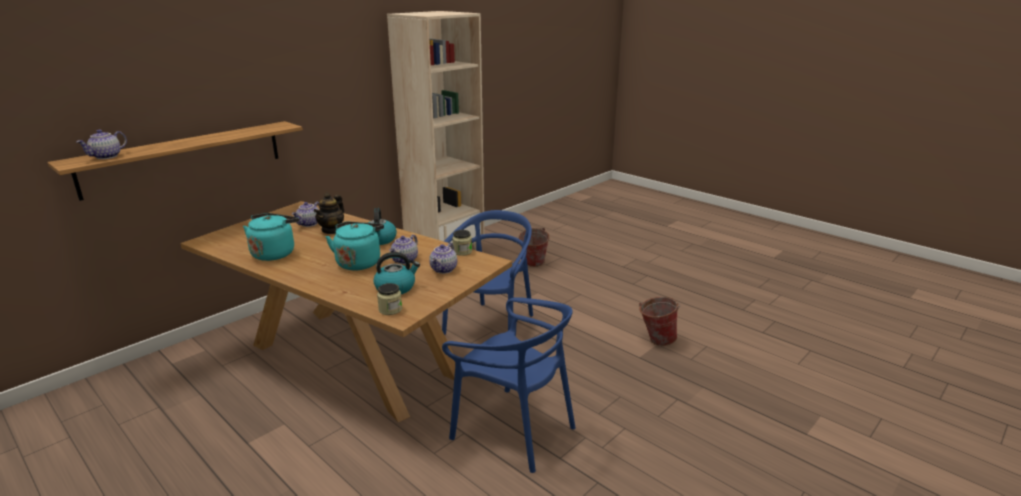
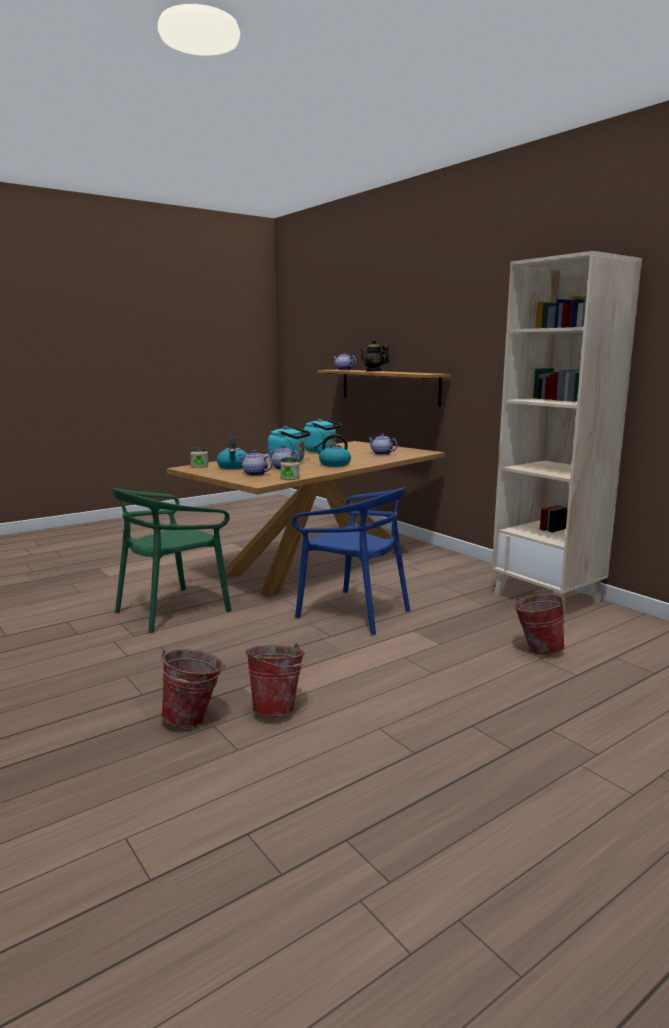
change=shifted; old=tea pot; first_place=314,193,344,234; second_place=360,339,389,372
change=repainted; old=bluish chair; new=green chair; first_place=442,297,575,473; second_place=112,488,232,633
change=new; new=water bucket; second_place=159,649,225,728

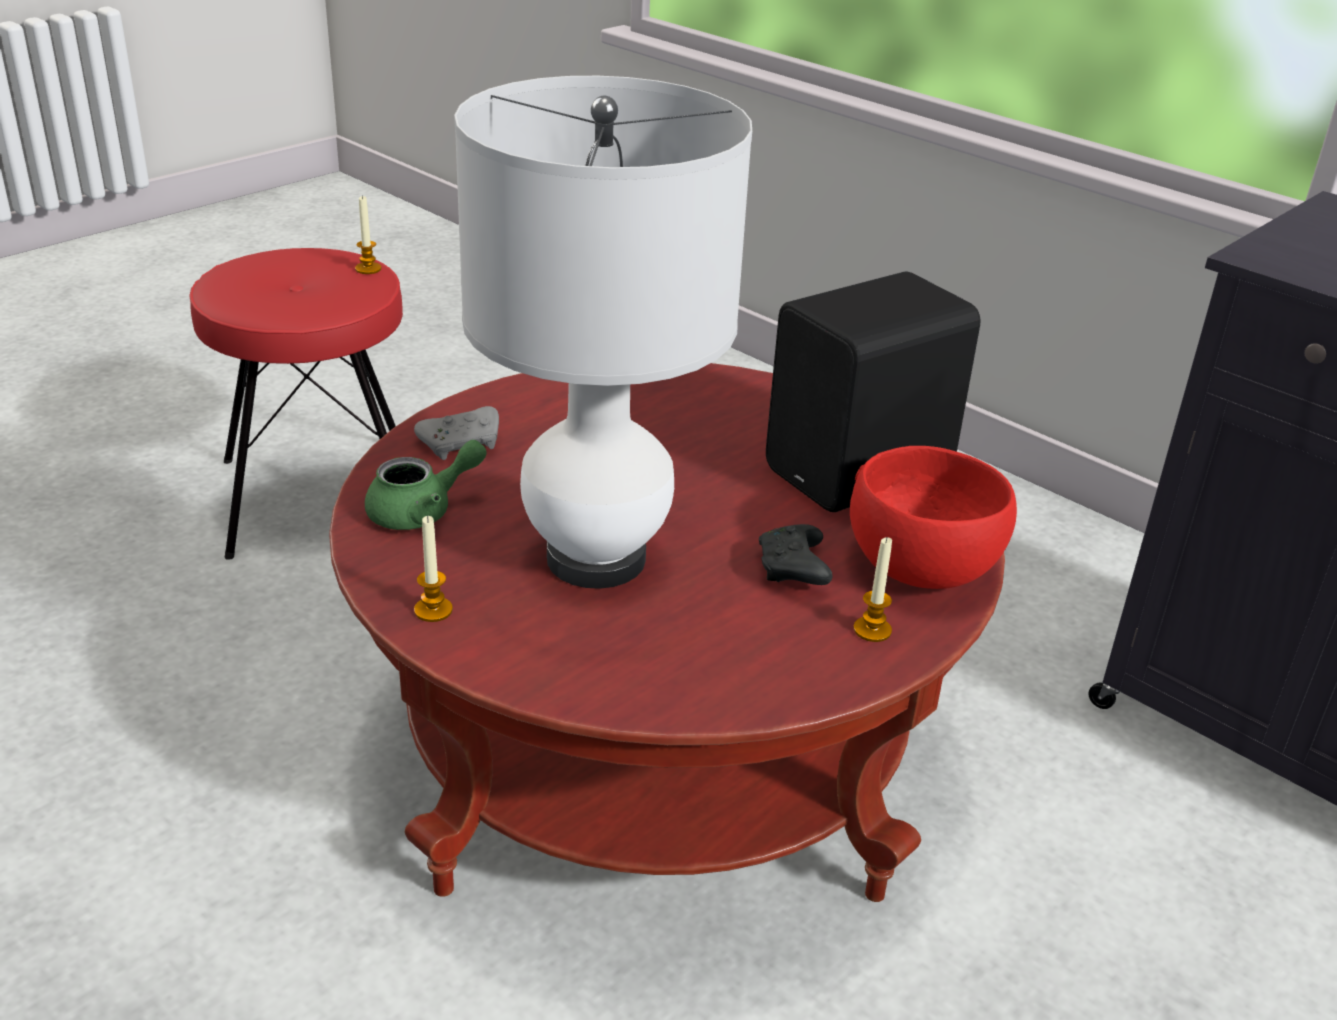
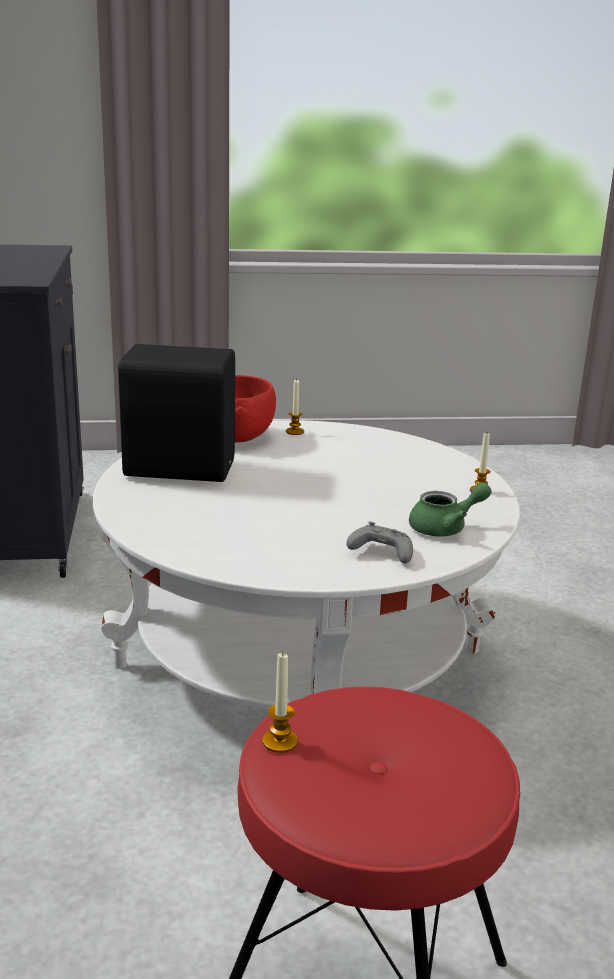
change=repainted; old=reddish coffee table; new=white-coloured coffee table; first_place=329,363,1005,902; second_place=93,420,520,709
change=rotated; old=green tea pot; first_place=365,440,486,530; second_place=409,482,492,537; degrees=150
change=gone; old=white-coloured table lamp; first_place=454,76,752,589
change=gone; old=black-coloured game controller; first_place=759,524,833,585

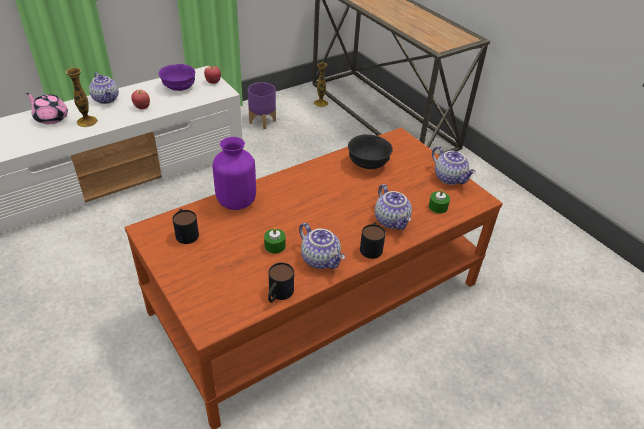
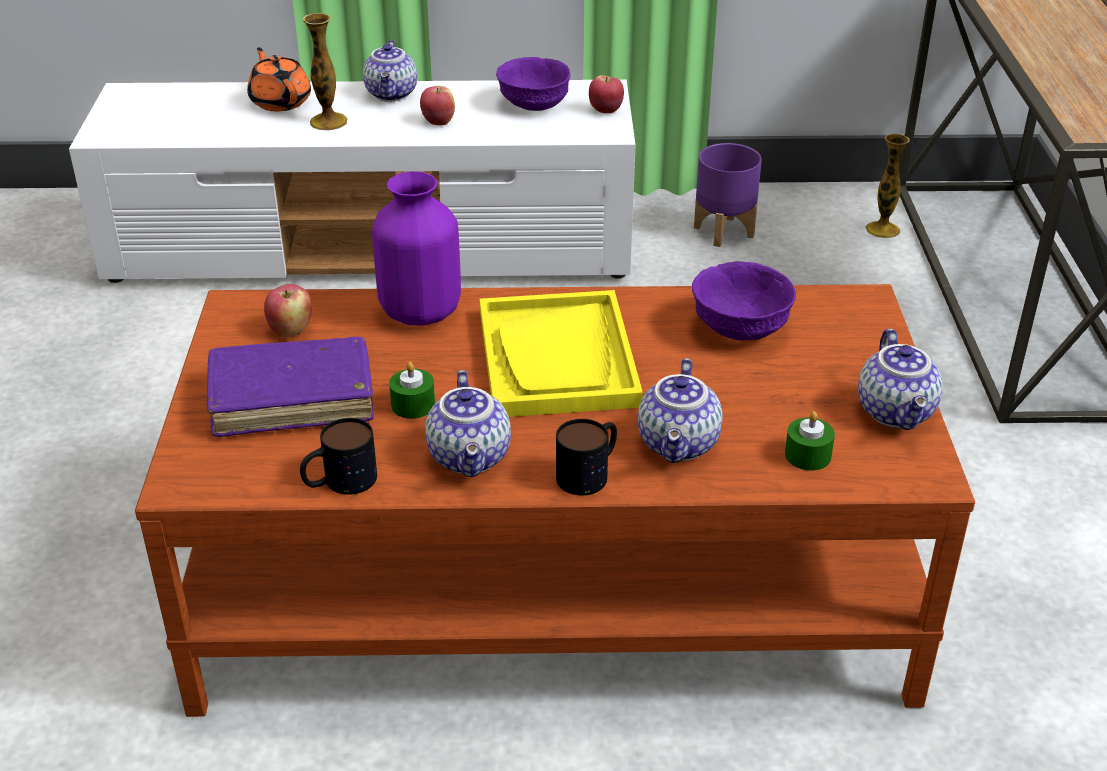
change=repainted; old=pinkish tea pot; new=orange tea pot; first_place=26,93,68,124; second_place=247,48,311,111
change=swapped; old=tea mug; new=whole apple; first_place=172,209,199,244; second_place=264,284,312,337
change=repainted; old=black-coloured bowl; new=purple-coloured bowl; first_place=348,134,393,169; second_place=692,261,796,341
change=new; new=purple-coloured bound book; second_place=207,337,374,437
change=new; new=yellow-coloured tray; second_place=480,290,643,417

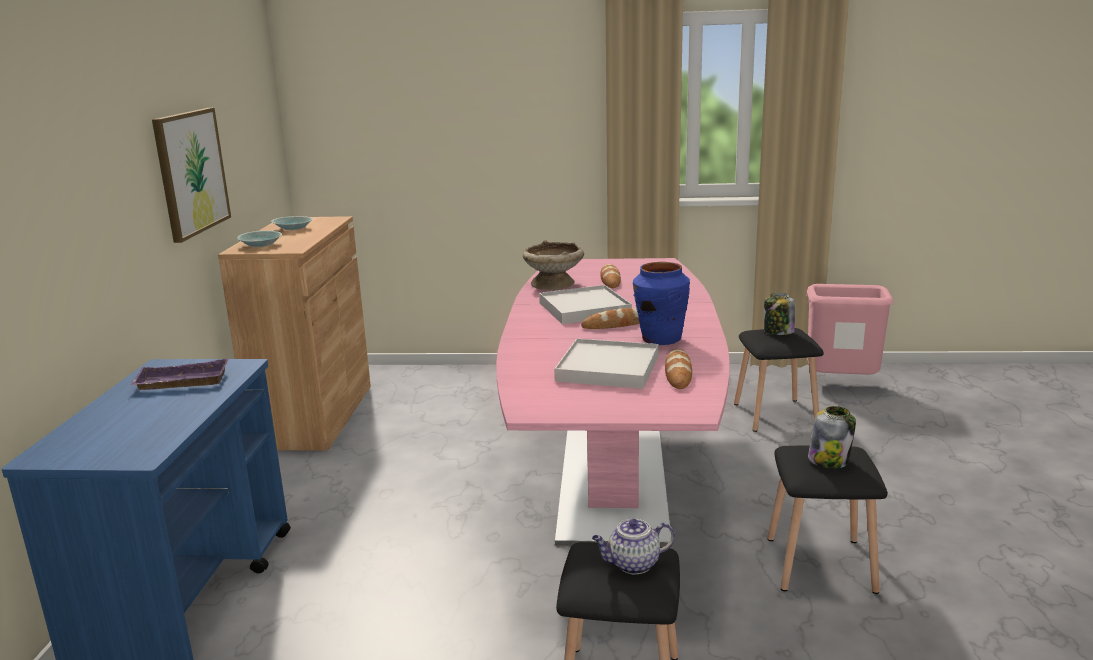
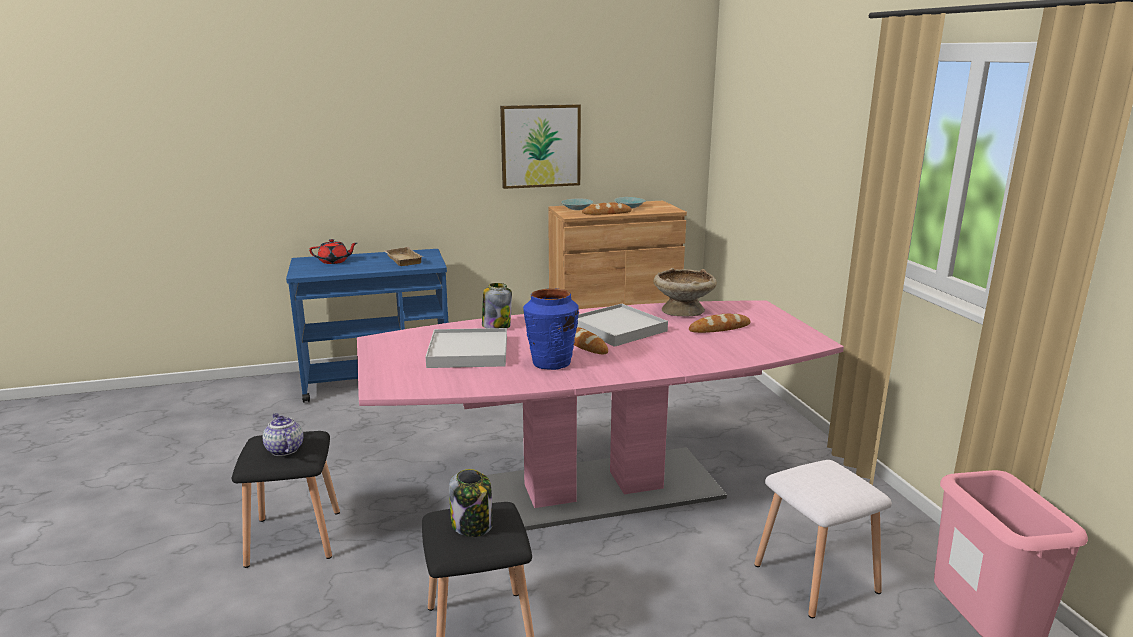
change=repainted; old=purple-coloured tray; new=beige-coloured tray; first_place=131,358,228,390; second_place=383,247,422,266
change=shifted; old=bread; first_place=665,349,692,389; second_place=582,202,632,215
change=repainted; old=black-coloured sitting stool; new=white-coloured sitting stool; first_place=734,328,824,432; second_place=754,460,892,618
change=shifted; old=storage jar; first_place=764,293,795,335; second_place=482,283,512,328
change=new; new=reddish tea pot; second_place=309,239,357,264

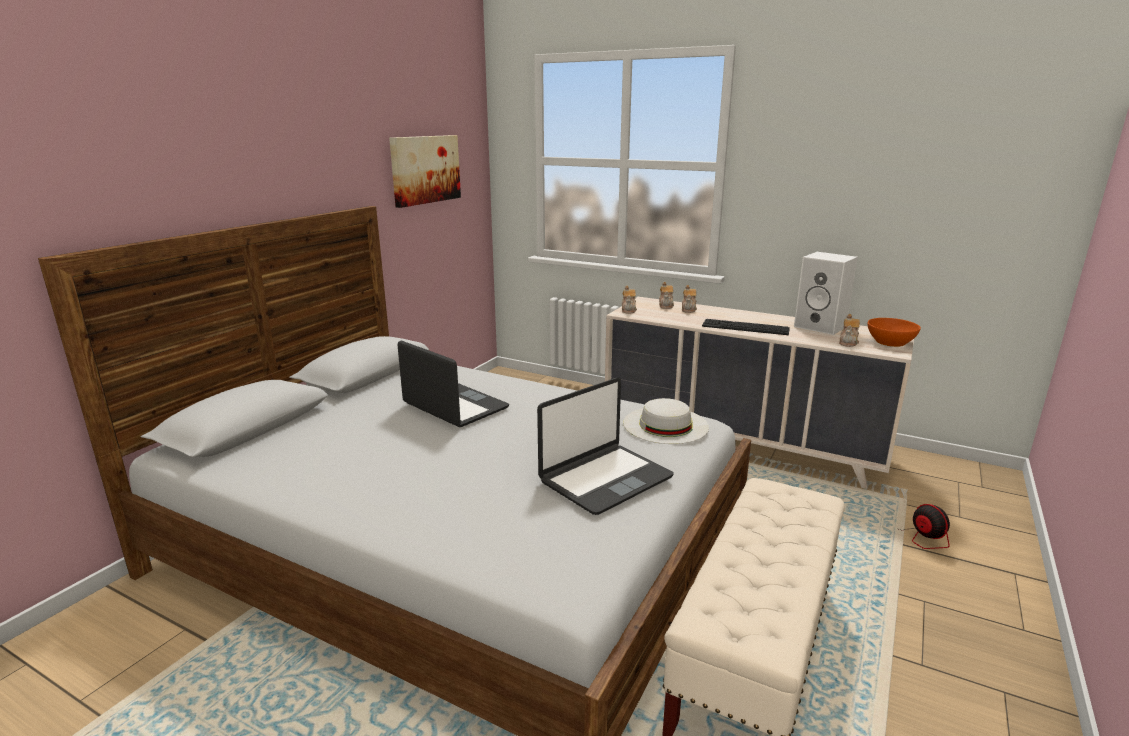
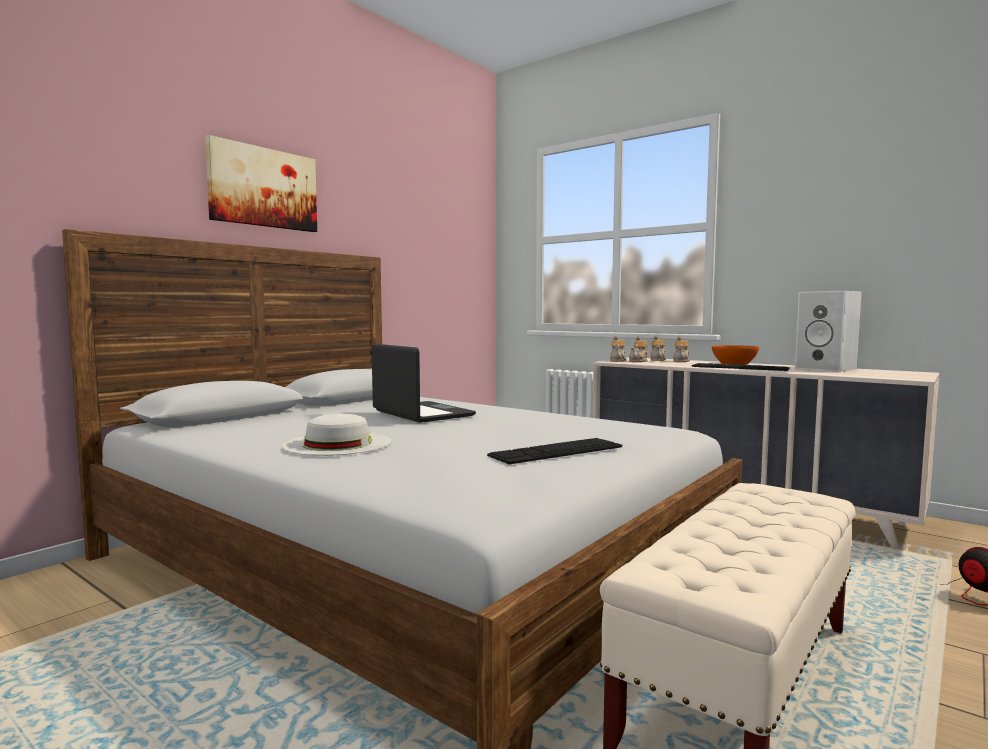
change=shifted; old=wall art; first_place=389,135,461,208; second_place=205,135,317,232
change=swapped; old=laptop; new=PC keyboard; first_place=537,378,674,515; second_place=487,438,622,464
change=shifted; old=white-coloured hat; first_place=623,398,709,444; second_place=282,414,391,456
change=shifted; old=tea pot; first_place=839,314,860,347; second_place=629,336,648,362
change=shifted; old=orange bowl; first_place=868,318,921,347; second_place=712,345,759,365

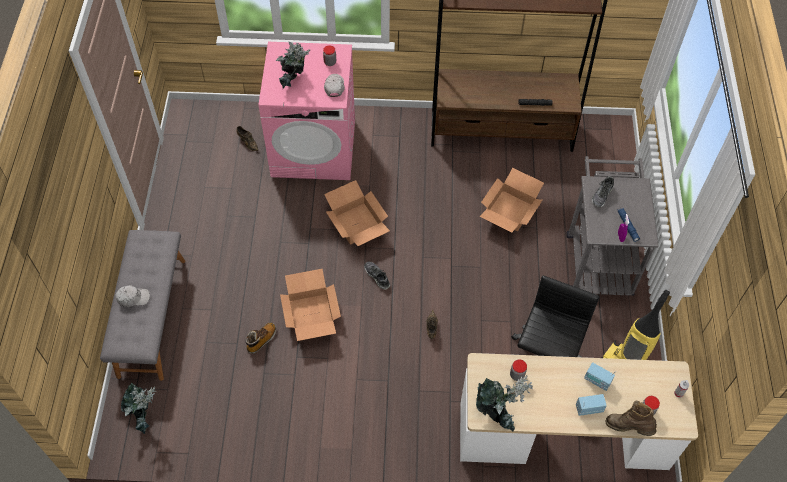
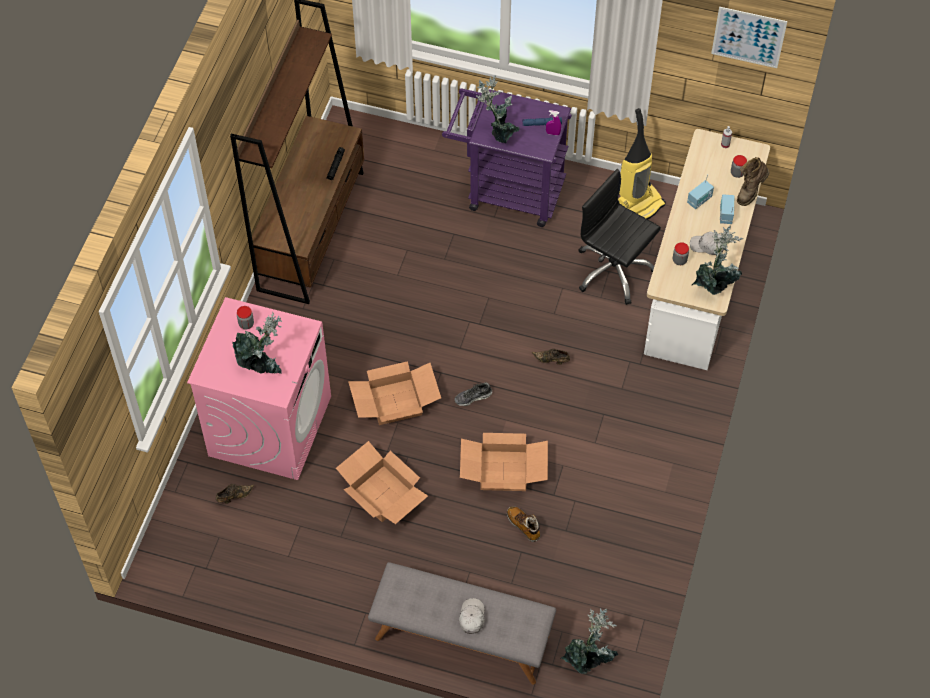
change=shifted; old=white-coloured peaked cap; first_place=324,74,345,97; second_place=690,231,724,255
change=shifted; old=carton; first_place=480,168,544,232; second_place=336,441,428,524
change=repainted; old=grey trolley; new=purple-coloured trolley; first_place=566,156,659,296; second_place=442,89,572,227
change=swapped; old=low shoe; new=plant in a pot; first_place=592,176,614,207; second_place=476,75,519,143
change=new; new=wall art; second_place=711,7,787,68

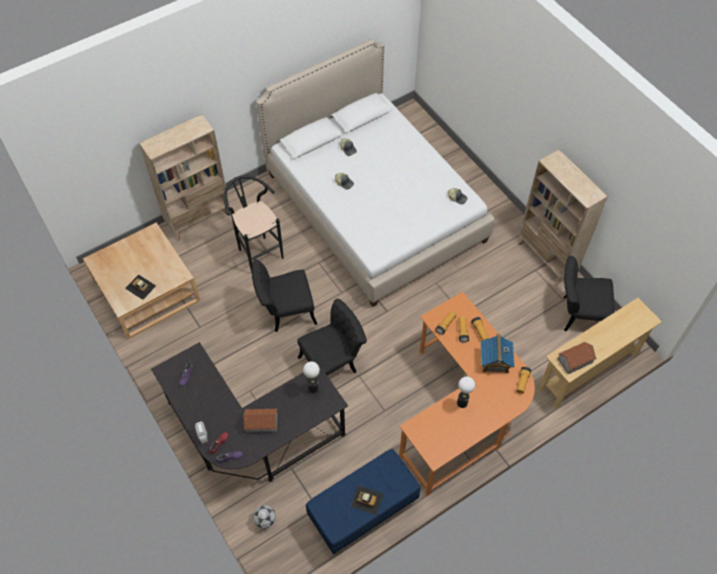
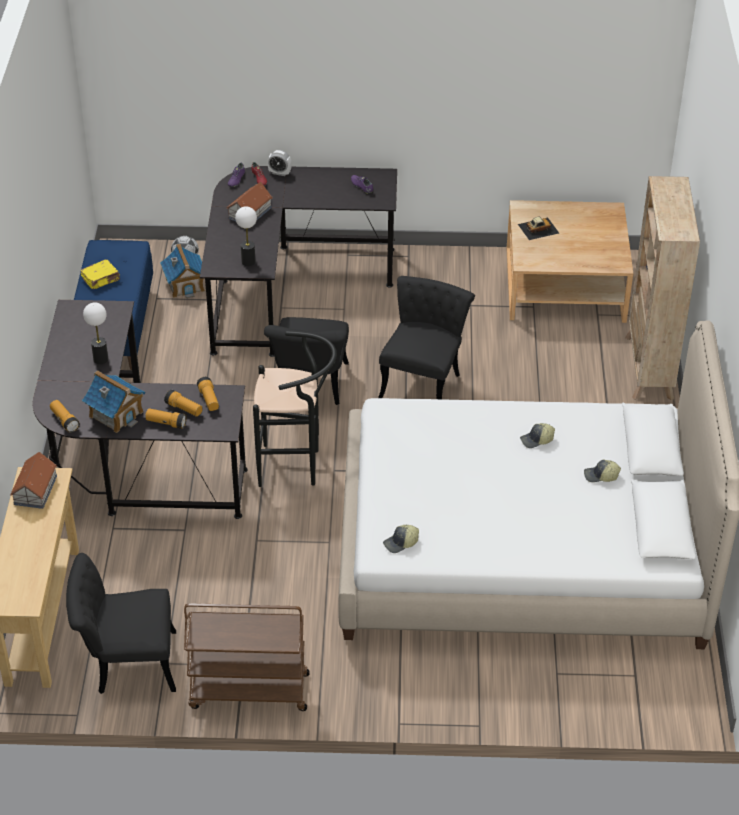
change=shifted; old=black-coloured sitting stool; first_place=224,175,283,273; second_place=253,331,337,487
change=swapped; old=toy car; new=yellow-coloured bound book; first_place=351,485,384,515; second_place=81,260,120,289
change=repainted; old=orange desk unit; new=black-coloured desk unit; first_place=399,292,535,496; second_place=33,300,248,519
change=swapped; old=beige-coloured bookshelf; new=brown trolley; first_place=518,149,608,286; second_place=184,603,310,711
change=rotated; old=black-coloured chair; first_place=563,256,615,332; second_place=66,553,176,694; degrees=-135
change=new; new=miniature house; second_place=160,244,205,298

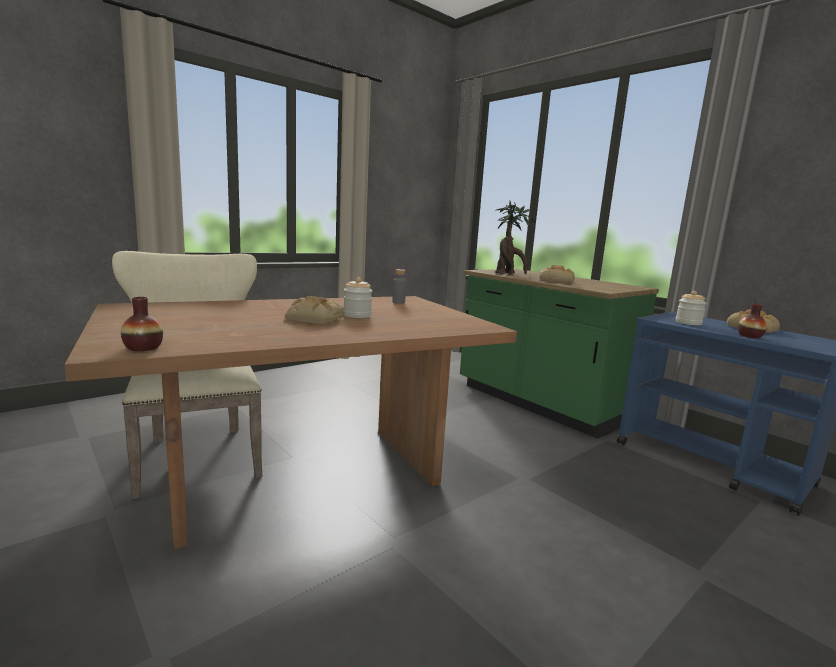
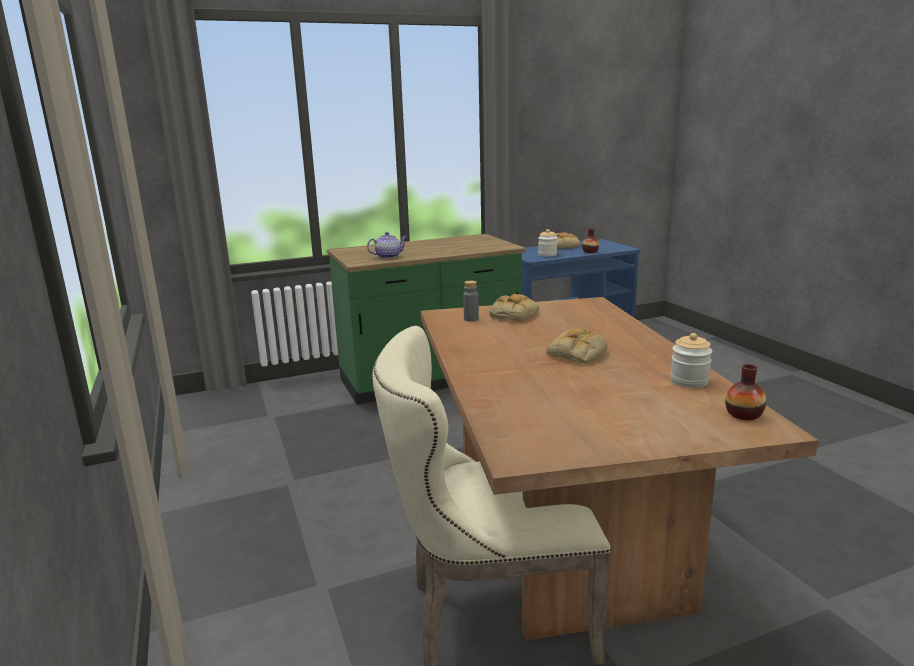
change=shifted; old=storage jar; first_place=344,277,372,318; second_place=670,333,712,388
change=swapped; old=plant in a pot; new=tea pot; first_place=495,201,535,275; second_place=367,232,408,259
change=shifted; old=bread; first_place=539,265,575,283; second_place=489,294,539,322

